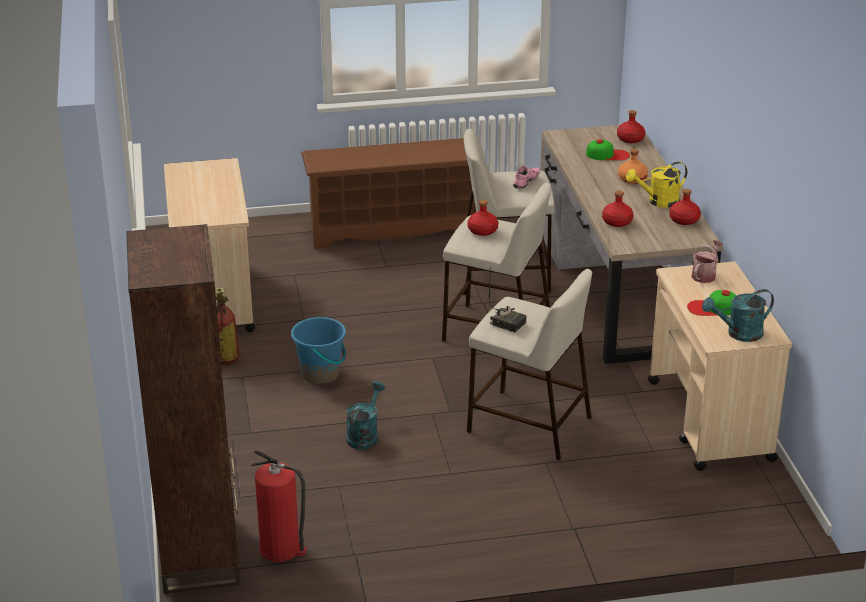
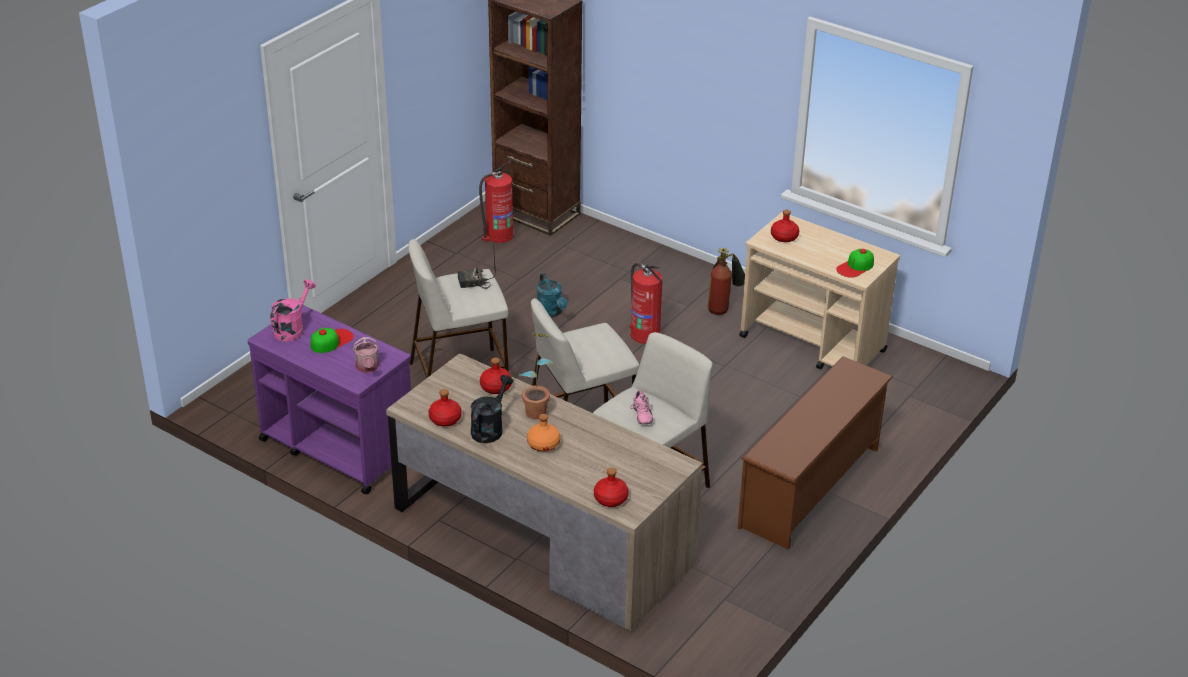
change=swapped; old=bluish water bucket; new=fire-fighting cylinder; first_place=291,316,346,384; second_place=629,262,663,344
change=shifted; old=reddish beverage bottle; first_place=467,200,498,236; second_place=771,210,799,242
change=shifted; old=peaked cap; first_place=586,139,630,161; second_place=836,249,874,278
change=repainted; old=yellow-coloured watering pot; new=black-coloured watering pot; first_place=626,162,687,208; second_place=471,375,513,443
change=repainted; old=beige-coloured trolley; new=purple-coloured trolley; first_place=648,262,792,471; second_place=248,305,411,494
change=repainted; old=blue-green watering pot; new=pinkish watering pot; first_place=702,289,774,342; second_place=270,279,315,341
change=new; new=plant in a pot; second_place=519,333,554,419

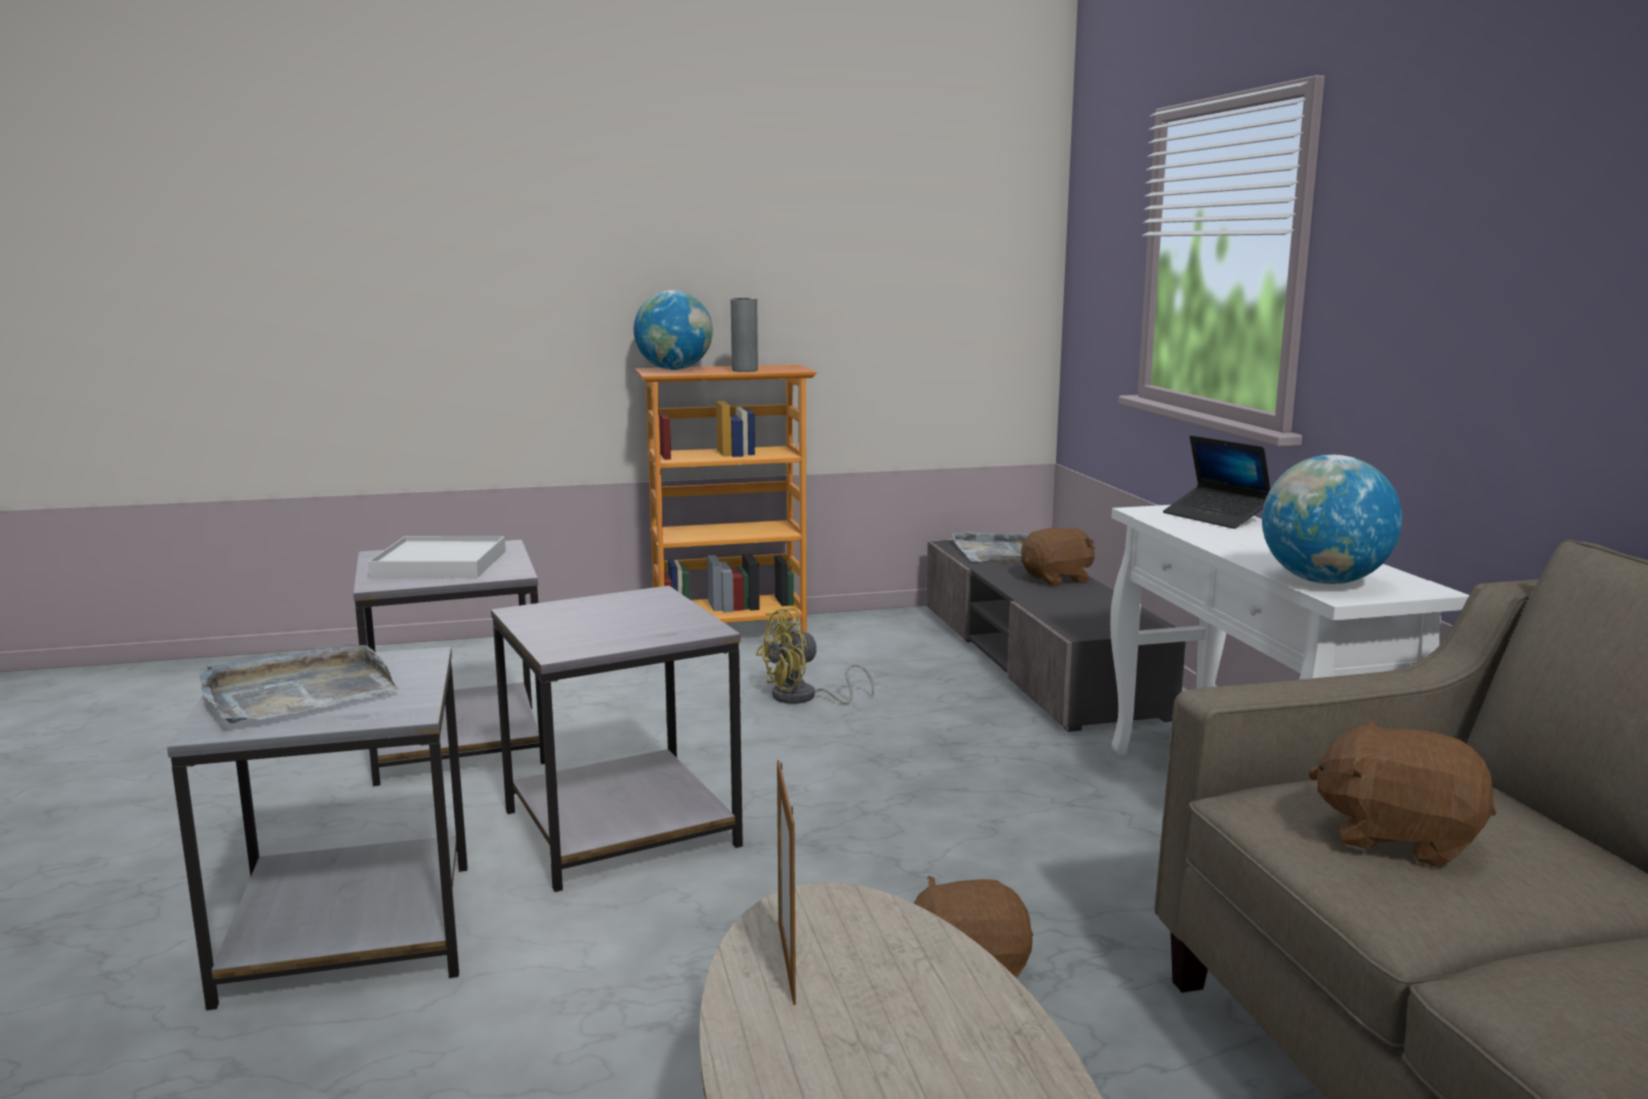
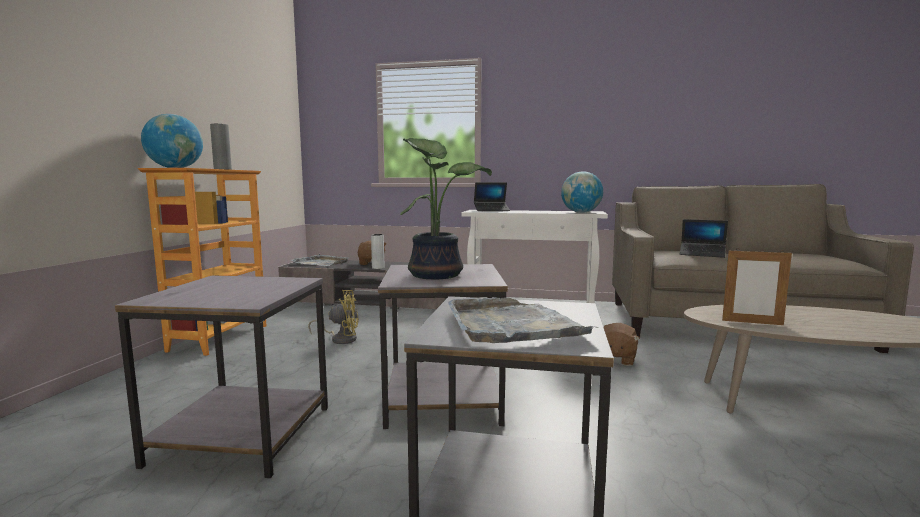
change=gone; old=white-coloured tray; first_place=368,536,506,578
change=rotated; old=yellow-coloured fan; first_place=756,608,874,704; second_place=308,290,359,344; degrees=-90
change=swapped; old=brown plush toy; new=laptop; first_place=1308,720,1496,867; second_place=680,219,728,258
change=new; new=grey flower vase; second_place=371,234,385,269
change=new; new=plant in a pot; second_place=400,138,492,280

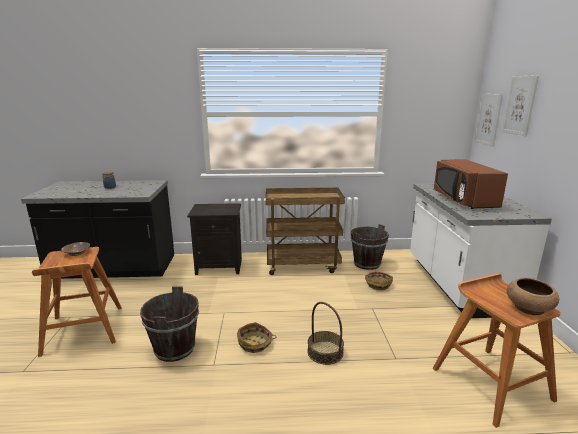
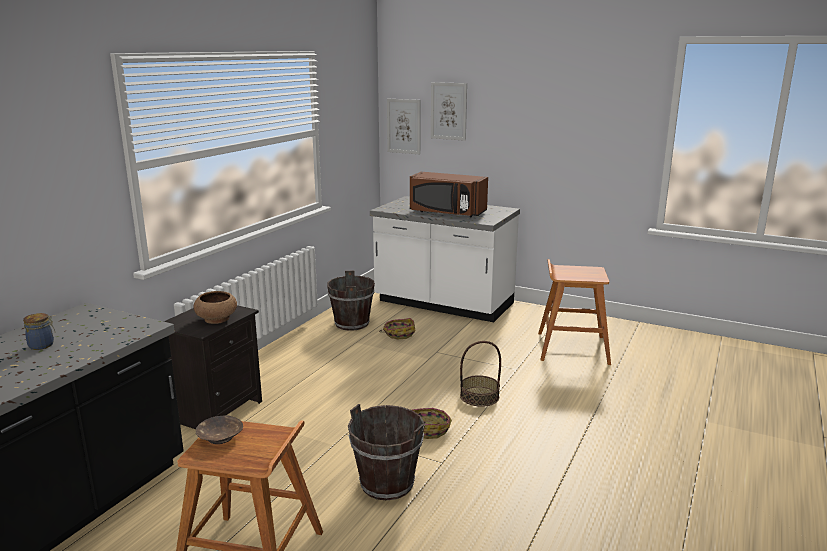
change=gone; old=brown trolley; first_place=266,187,345,275
change=shifted; old=brown bowl; first_place=507,278,559,315; second_place=194,291,237,324

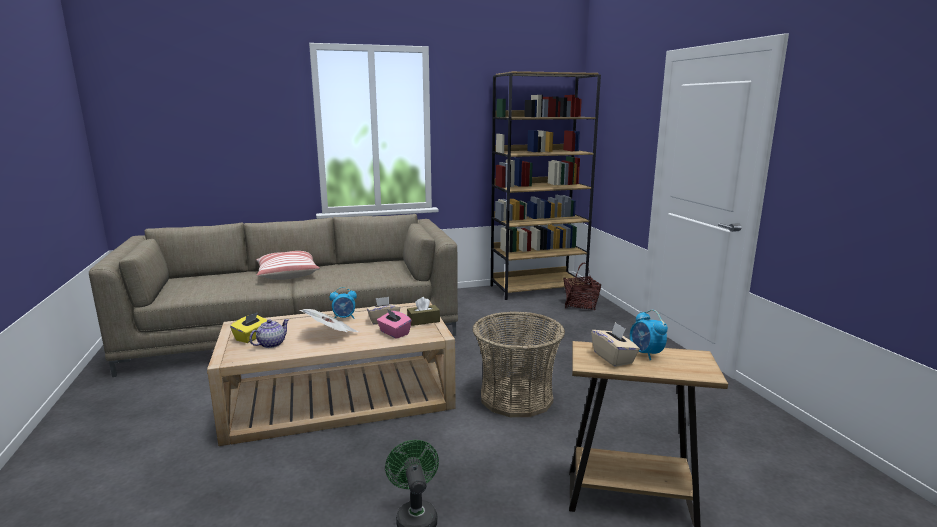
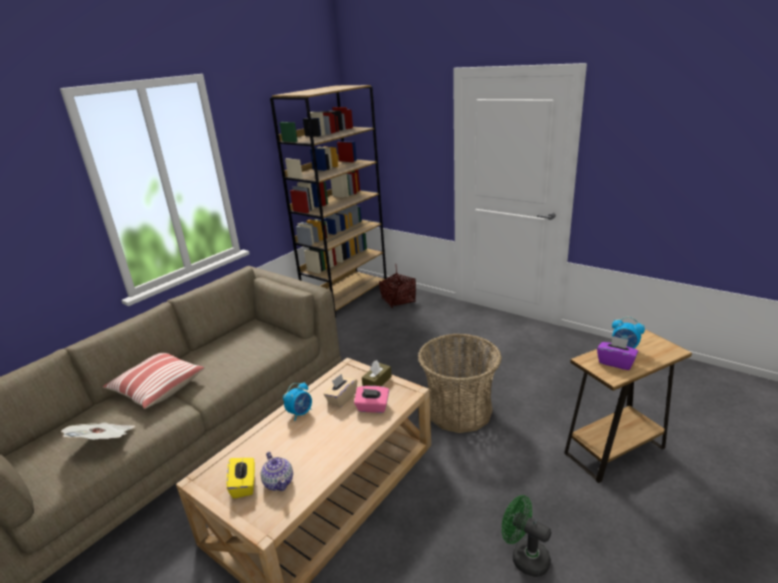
change=rotated; old=tea pot; first_place=249,319,289,348; second_place=261,452,293,491; degrees=150
change=shifted; old=printed paper; first_place=299,309,359,332; second_place=61,422,135,440
change=repainted; old=beige-coloured tissue holder; new=purple-coloured tissue holder; first_place=591,322,640,367; second_place=597,336,638,370

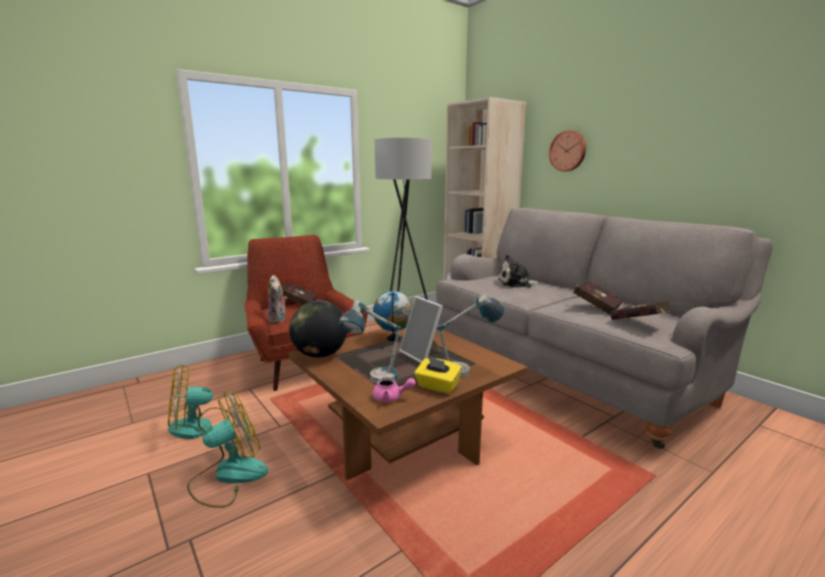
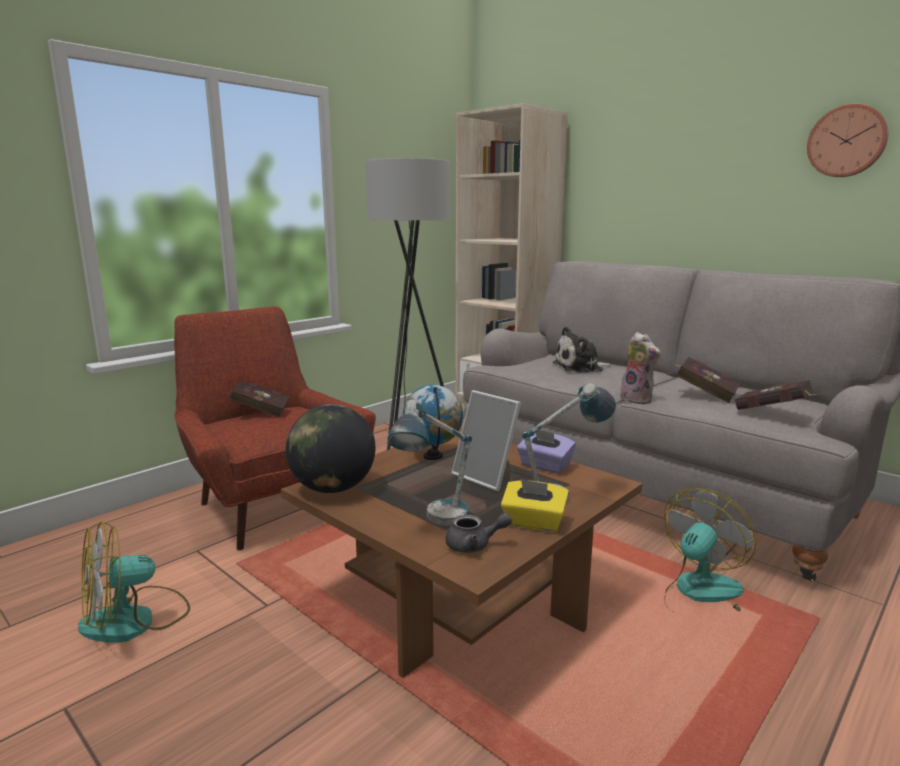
change=shifted; old=fan; first_place=187,392,268,508; second_place=664,489,756,612
change=shifted; old=plush toy; first_place=267,275,287,323; second_place=620,332,660,404
change=repainted; old=pinkish tea pot; new=grey tea pot; first_place=372,377,416,402; second_place=446,513,512,553
change=shifted; old=wall clock; first_place=549,130,586,171; second_place=807,103,889,177
change=new; new=purple-coloured tissue holder; second_place=517,430,576,474

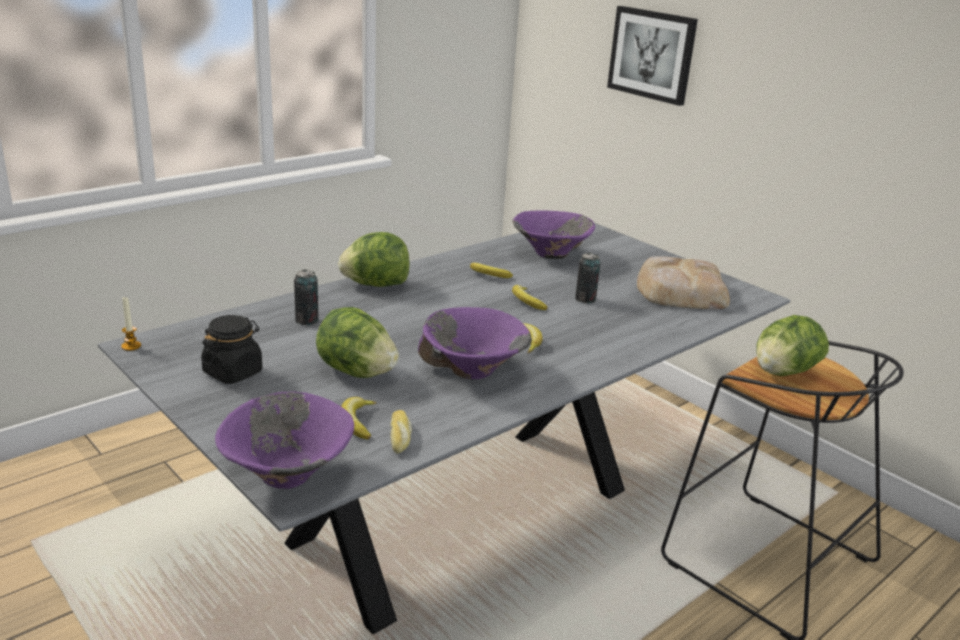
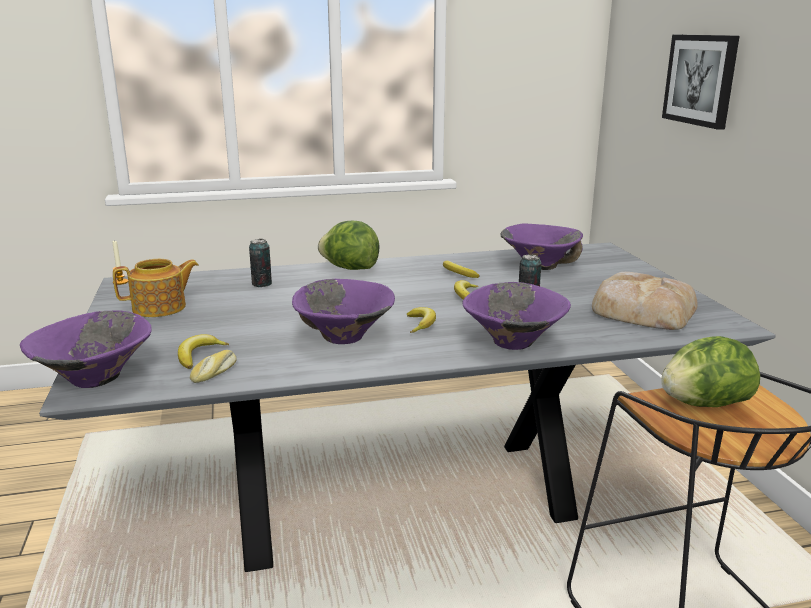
change=swapped; old=black-coloured storage jar; new=tea pot; first_place=201,315,262,384; second_place=113,259,198,317
change=gone; old=lettuce head; first_place=316,307,399,378
change=new; new=purple-coloured bowl; second_place=462,282,571,350

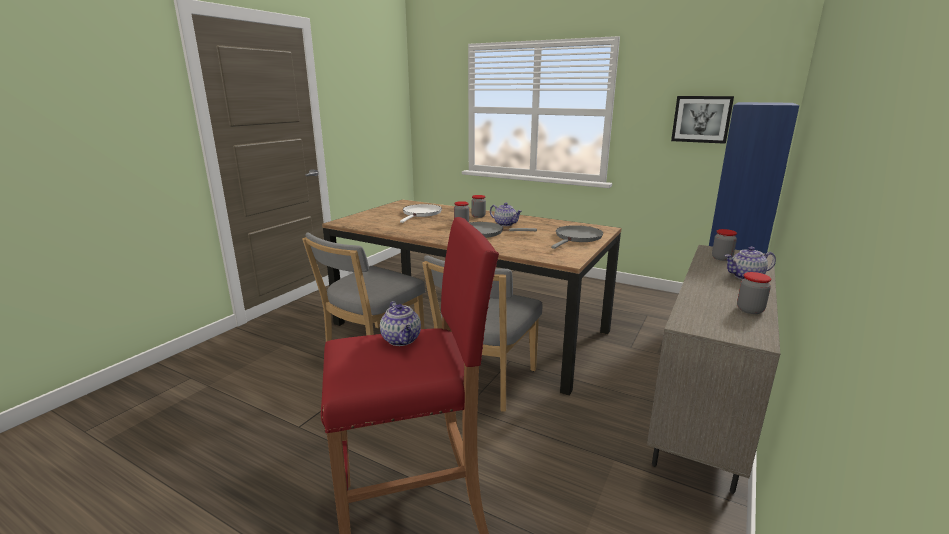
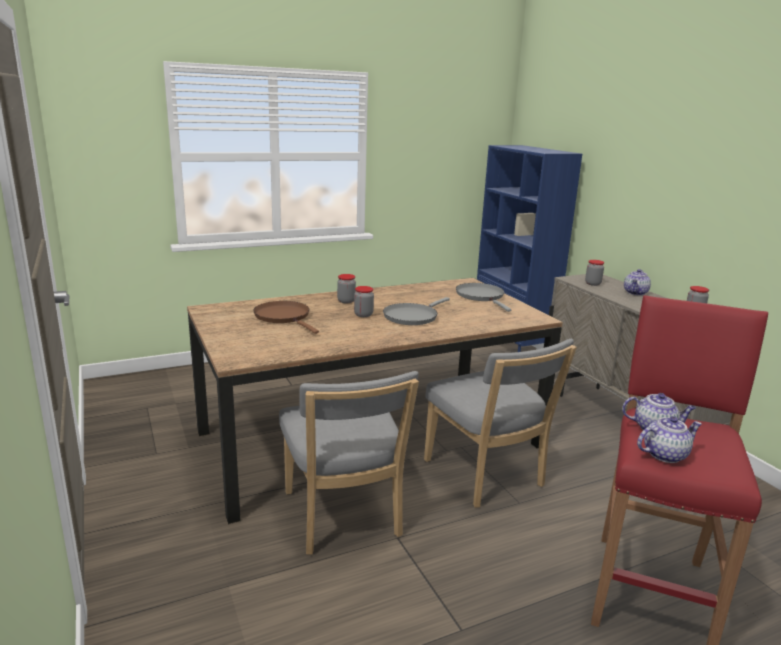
change=repainted; old=white-coloured pan; new=brown pan; first_place=400,204,442,223; second_place=253,301,319,334
change=shifted; old=tea pot; first_place=490,203,522,226; second_place=637,416,702,463
change=gone; old=wall art; first_place=671,96,734,144

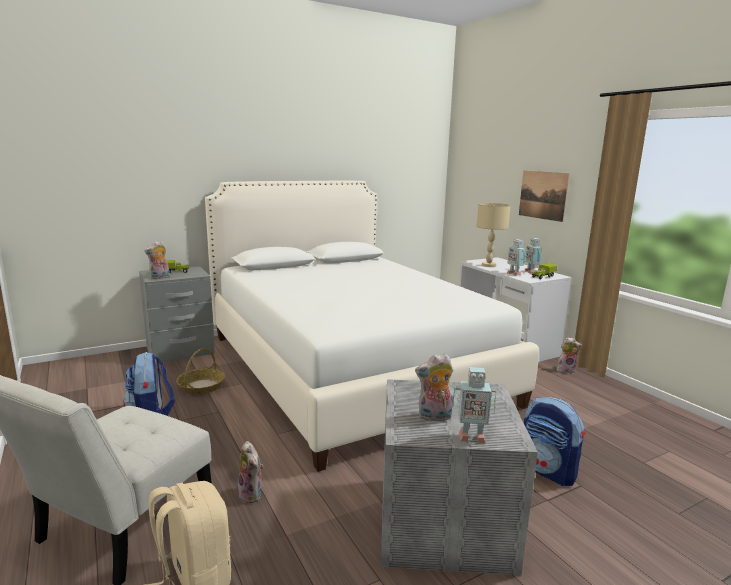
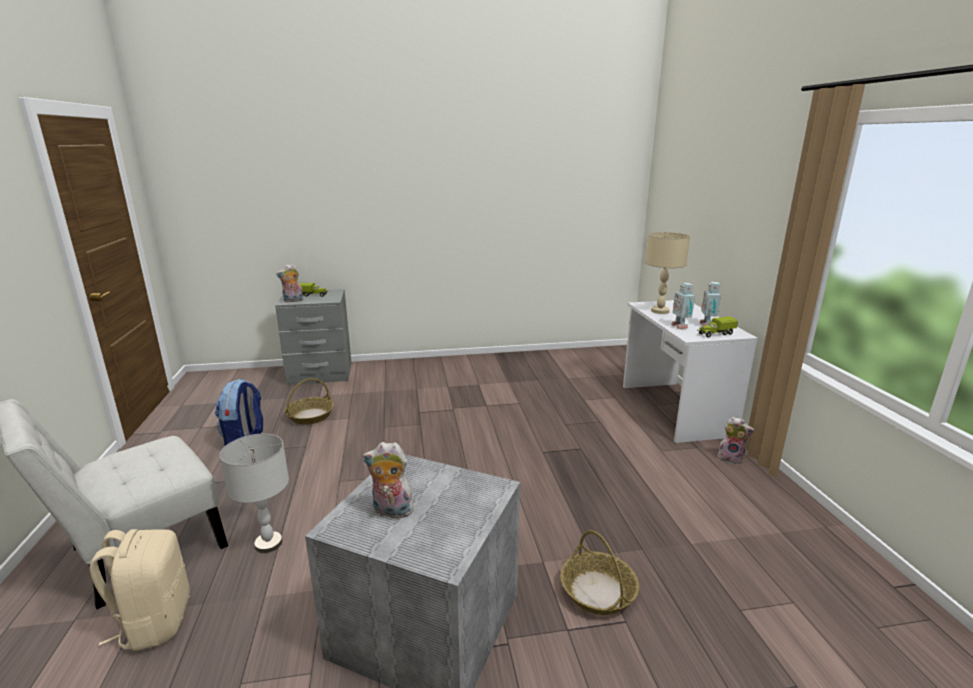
change=gone; old=white-coloured bed; first_place=205,181,539,472
change=swapped; old=plush toy; new=grey table lamp; first_place=238,441,264,503; second_place=219,434,289,553
change=gone; old=model robot; first_place=452,367,496,443
change=gone; old=wall art; first_place=519,171,570,222
change=swapped; old=rucksack; new=basket; first_place=524,397,586,486; second_place=560,530,639,615

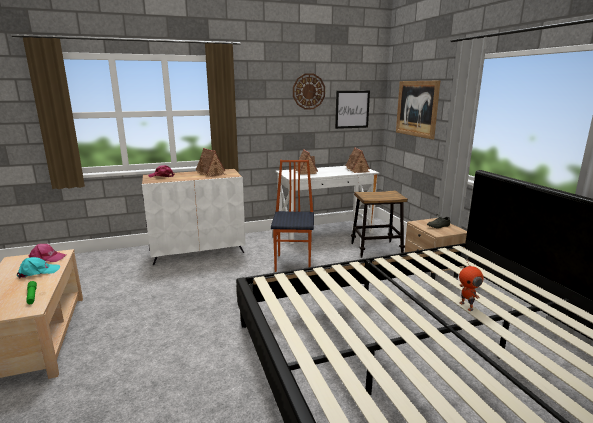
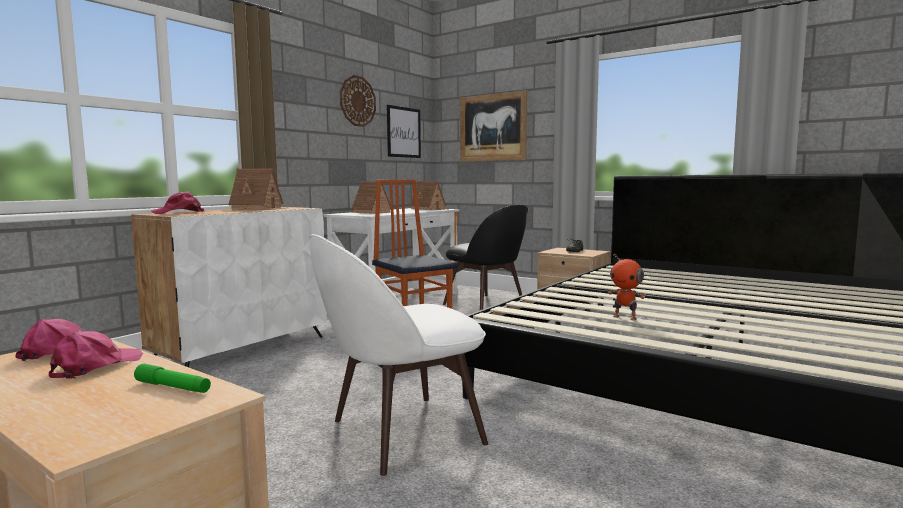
change=repainted; old=blue-green peaked cap; new=pinkish peaked cap; first_place=17,257,60,279; second_place=49,331,143,379
change=swapped; old=sitting stool; new=black-coloured chair; first_place=351,190,408,258; second_place=443,205,528,310
change=shifted; old=model robot; first_place=459,260,484,311; second_place=608,253,645,320
change=new; new=white-coloured chair; second_place=309,234,488,476

